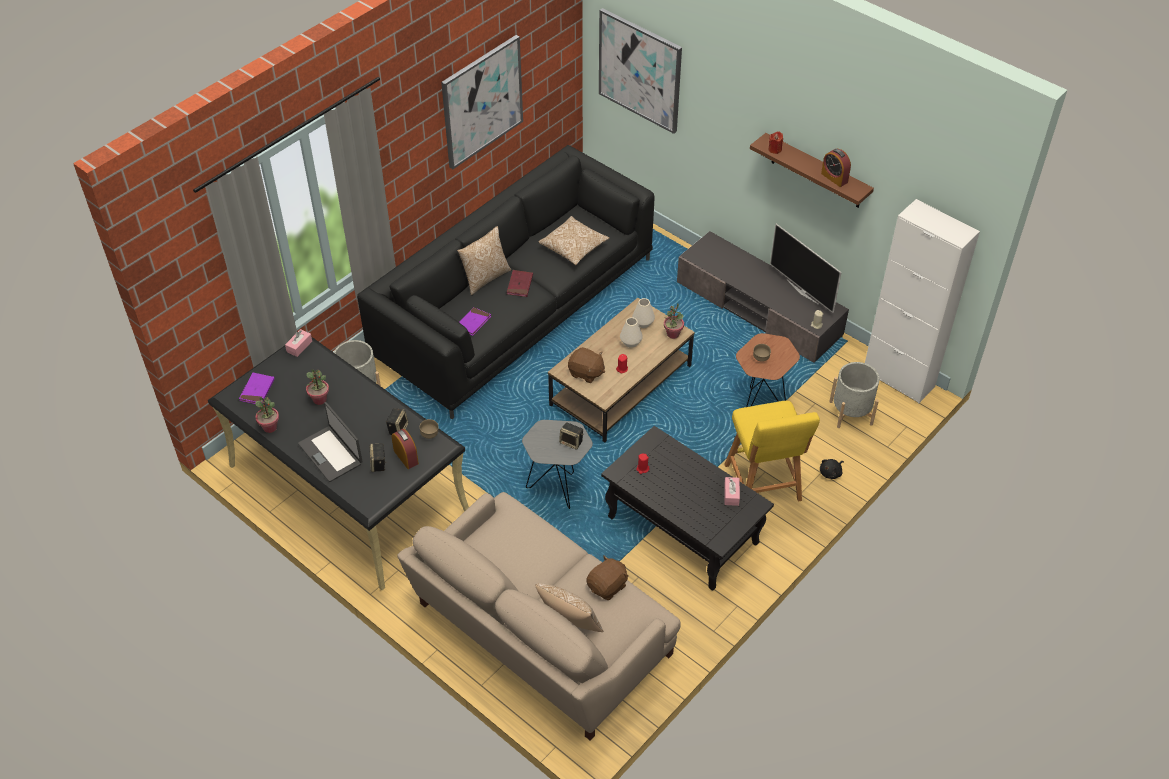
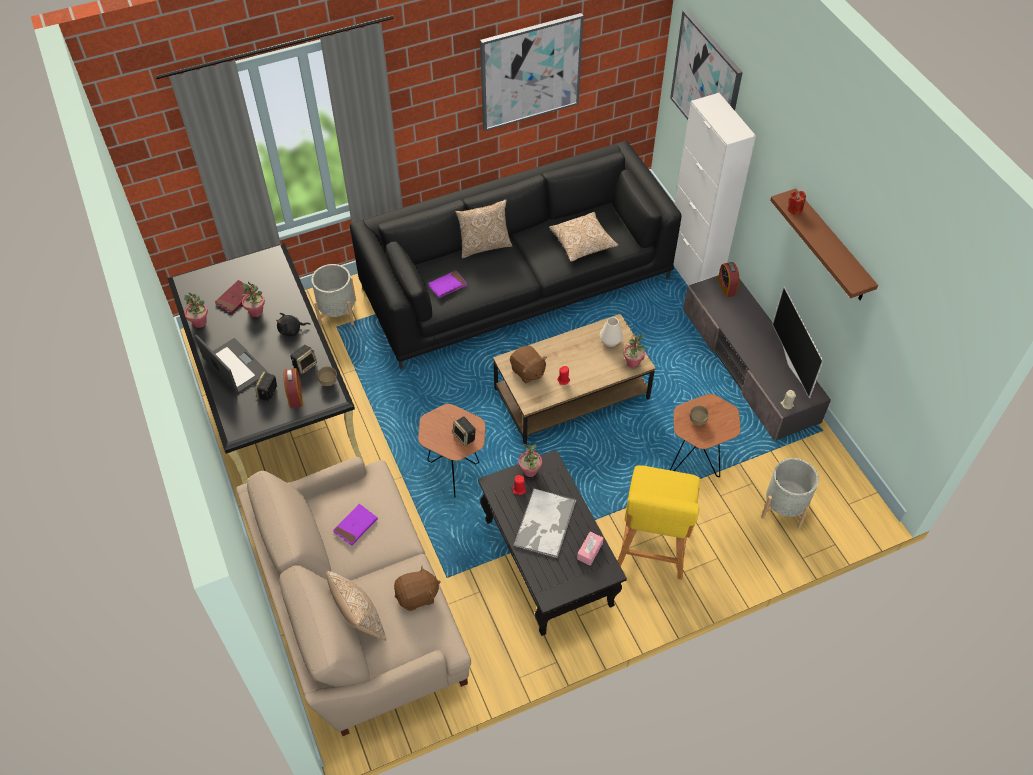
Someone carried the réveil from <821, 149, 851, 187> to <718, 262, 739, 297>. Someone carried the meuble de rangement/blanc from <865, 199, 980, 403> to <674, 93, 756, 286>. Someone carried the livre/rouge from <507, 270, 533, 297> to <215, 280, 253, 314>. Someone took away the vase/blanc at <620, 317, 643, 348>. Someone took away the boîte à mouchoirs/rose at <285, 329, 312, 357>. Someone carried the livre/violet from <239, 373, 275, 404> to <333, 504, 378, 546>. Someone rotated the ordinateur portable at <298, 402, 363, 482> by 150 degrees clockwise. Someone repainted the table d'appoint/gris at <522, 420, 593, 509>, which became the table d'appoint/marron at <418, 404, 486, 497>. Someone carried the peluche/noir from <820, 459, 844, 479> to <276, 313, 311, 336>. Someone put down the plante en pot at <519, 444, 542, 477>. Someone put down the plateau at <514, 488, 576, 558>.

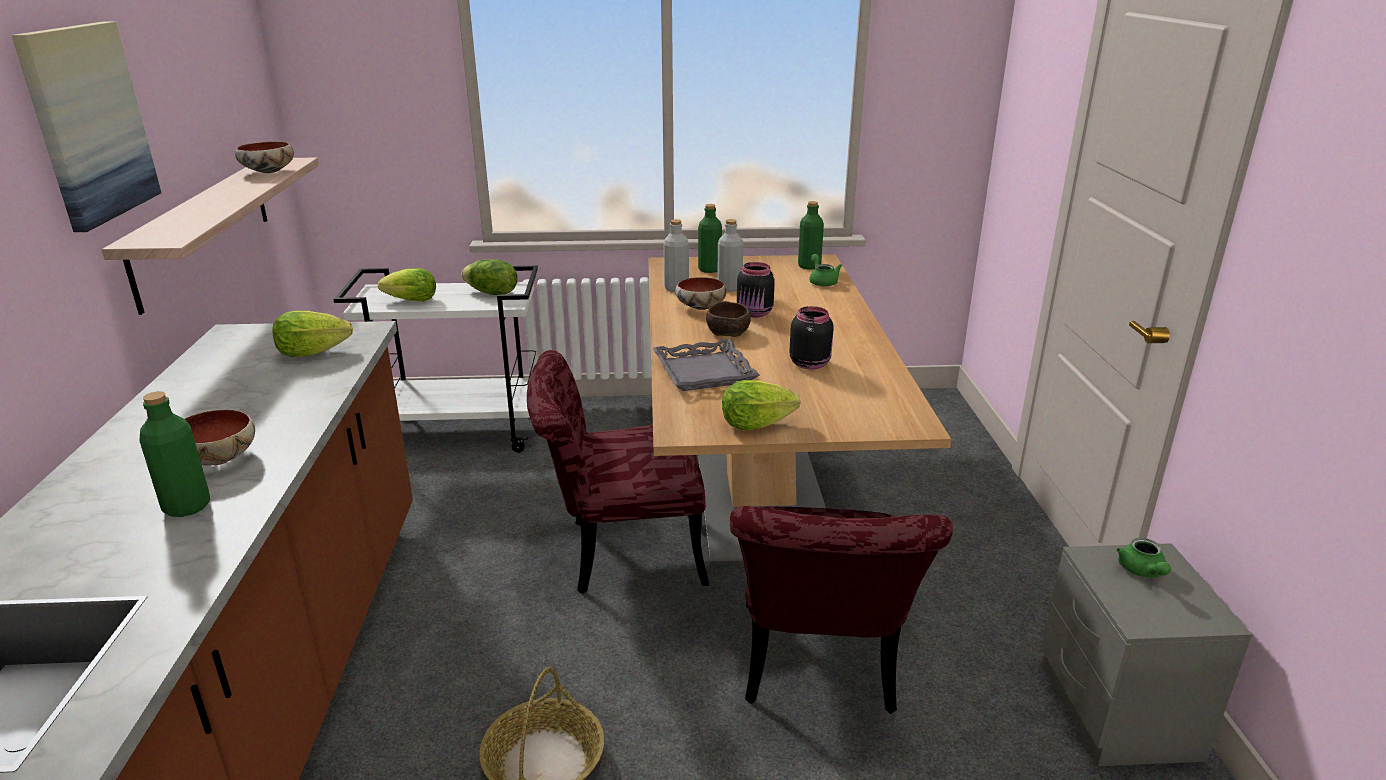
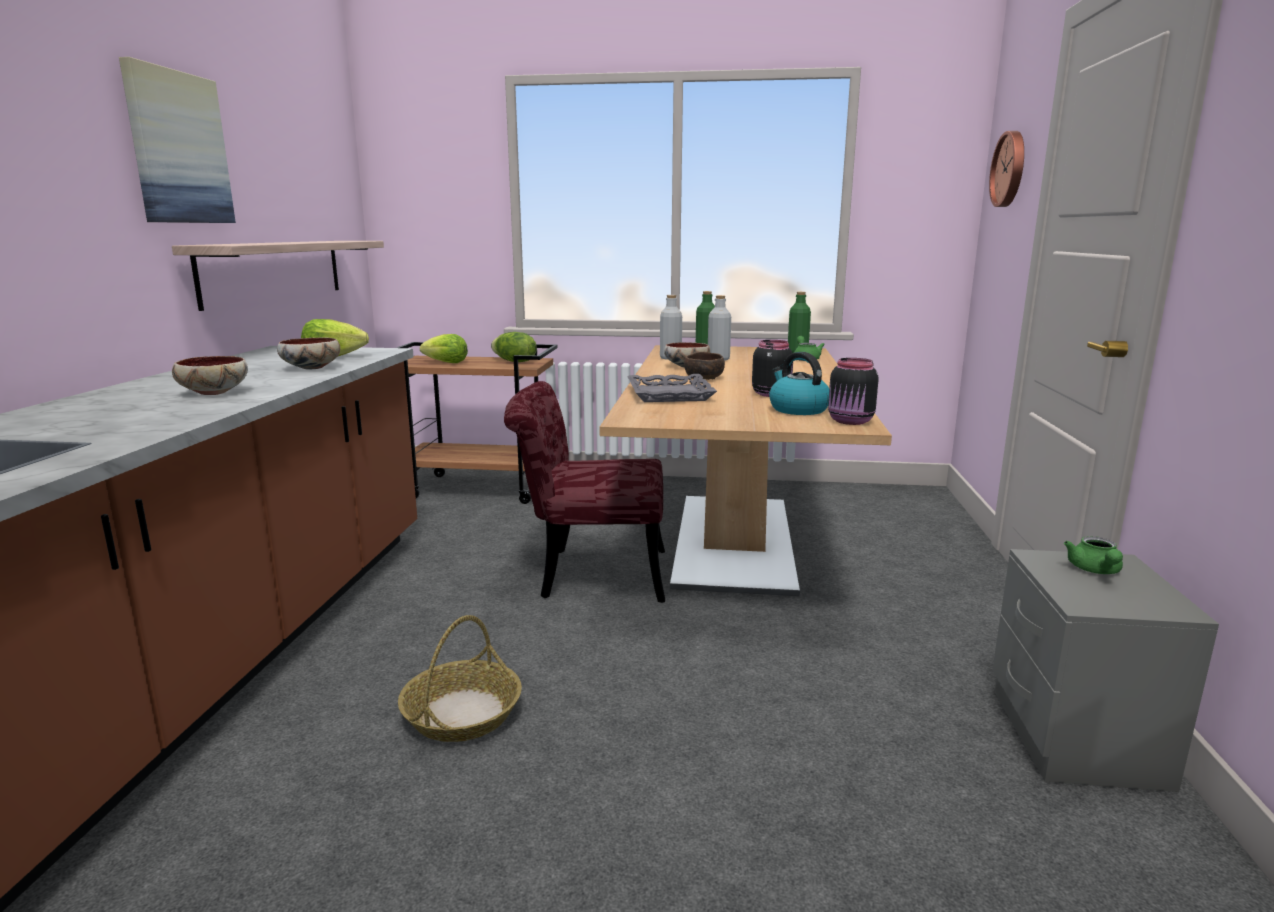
Someone carried the bol from <235, 141, 294, 173> to <277, 337, 340, 370>. Someone carried the bocal/noir from <737, 262, 775, 318> to <828, 358, 879, 425>. Someone repainted the chariot/blanc at <333, 266, 538, 453>, which became the chariot/marron at <397, 342, 558, 504>. Someone took away the laitue at <722, 380, 800, 430>. Someone took away the bouteille/vert at <140, 391, 210, 517>. Someone took away the chaise/rouge at <730, 506, 953, 714>. Someone put up the horloge murale at <989, 131, 1024, 207>. Someone put down the bouilloire at <769, 352, 829, 415>.

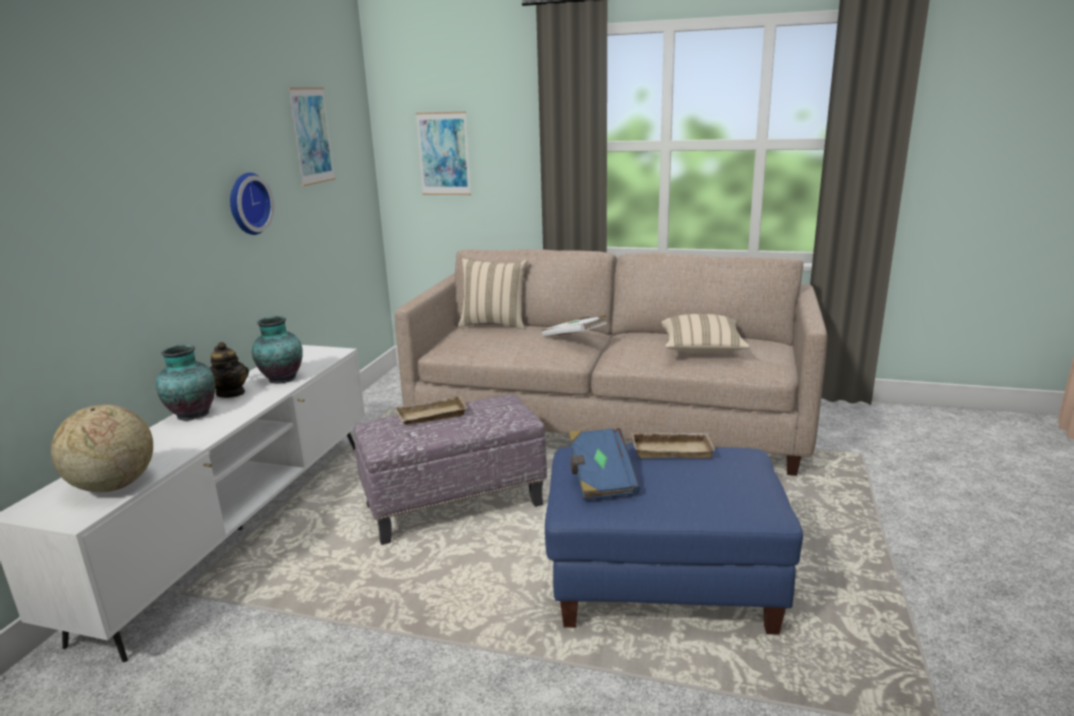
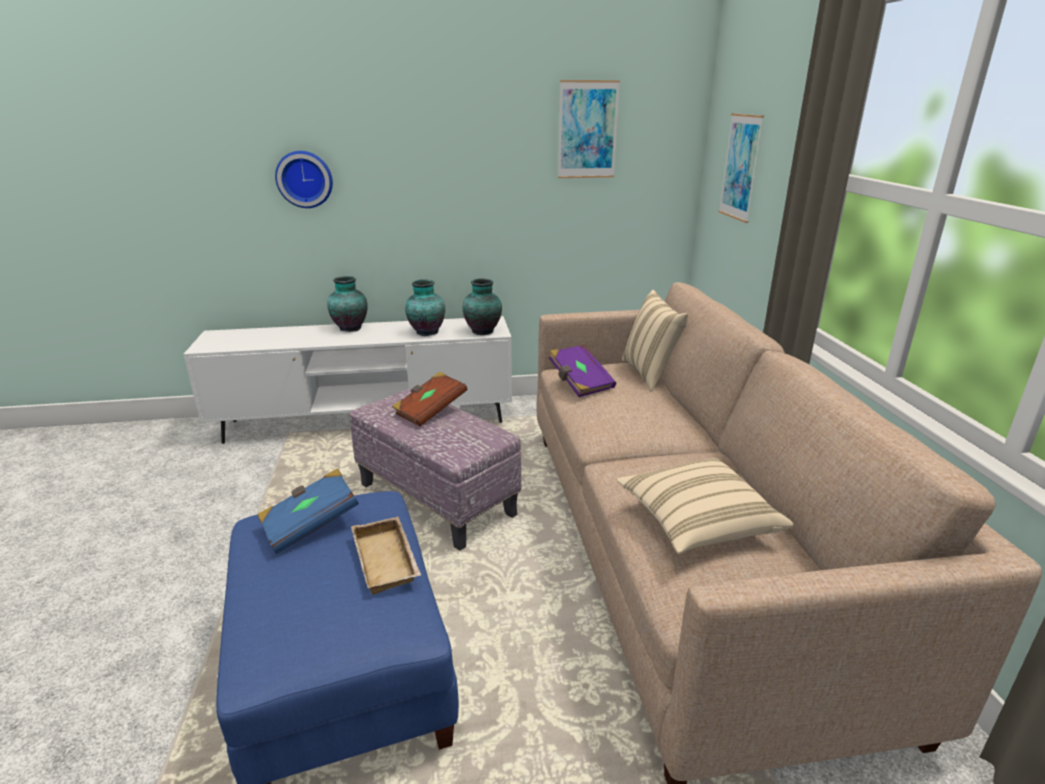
Someone carried the horloge murale from <230, 173, 274, 235> to <275, 151, 333, 208>. Someone took away the livre/blanc at <542, 315, 607, 337>. Someone took away the théière at <210, 342, 249, 398>. Someone swapped the plateau/beige at <395, 394, 468, 425> for the livre/marron at <392, 372, 468, 426>. Someone took away the globe at <51, 404, 153, 492>. Someone put down the vase at <463, 278, 502, 335>. Someone put down the livre/violet at <549, 345, 616, 397>.

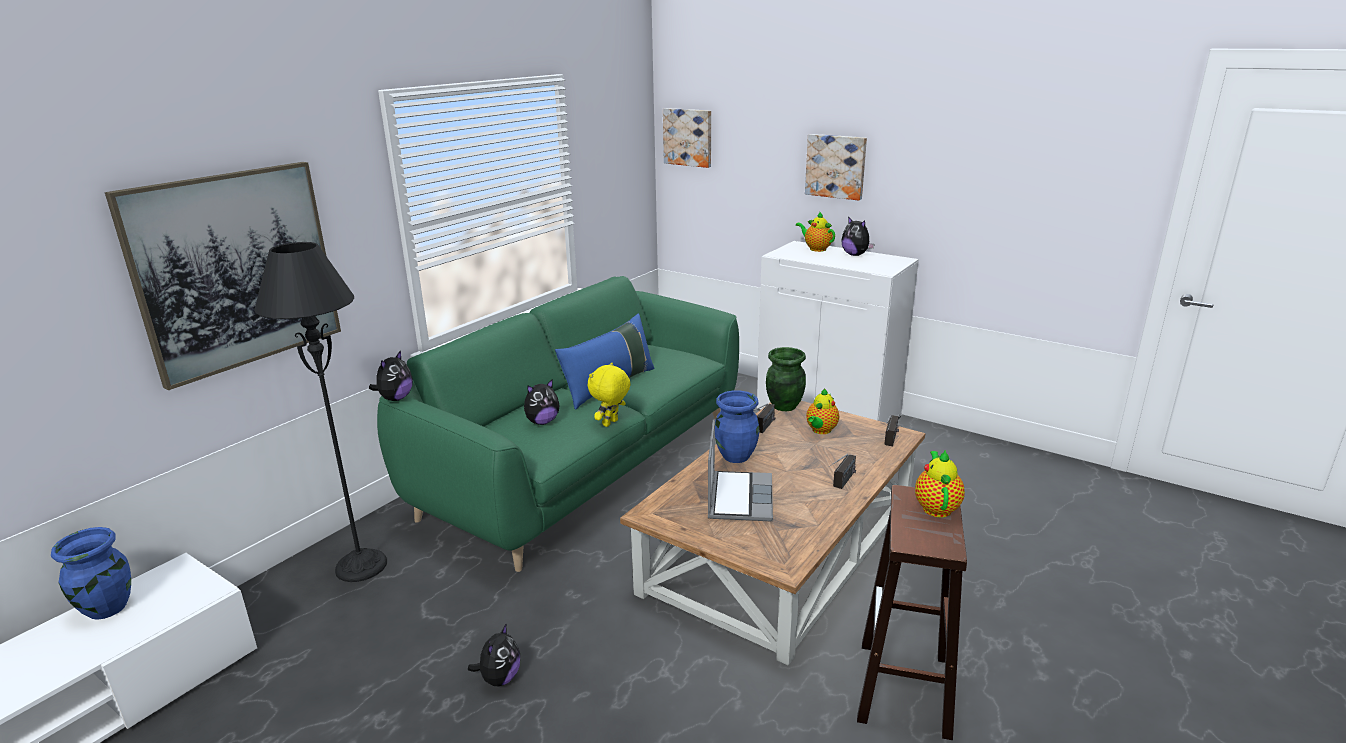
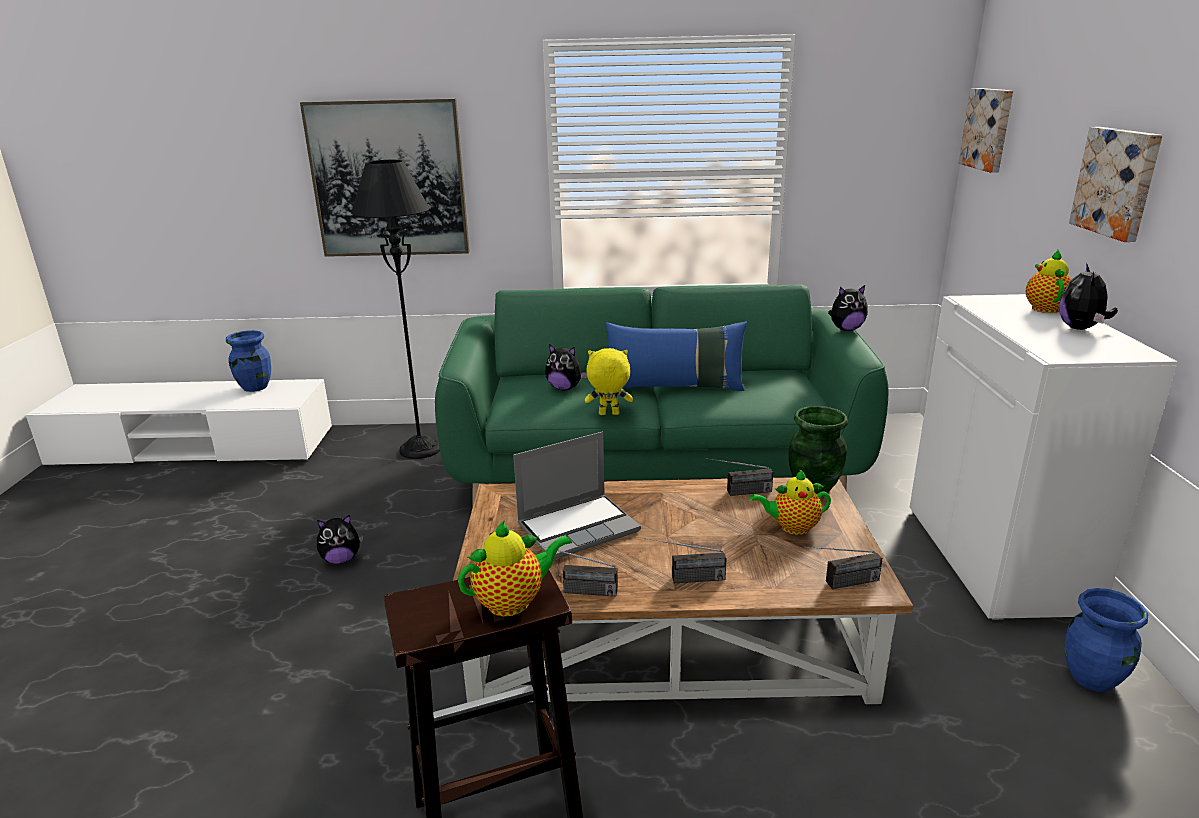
Someone carried the peluche from <369, 350, 413, 401> to <828, 284, 868, 331>. Someone carried the vase/bleu from <715, 391, 759, 463> to <1064, 588, 1148, 692>. Someone put down the radio at <535, 544, 618, 596>.

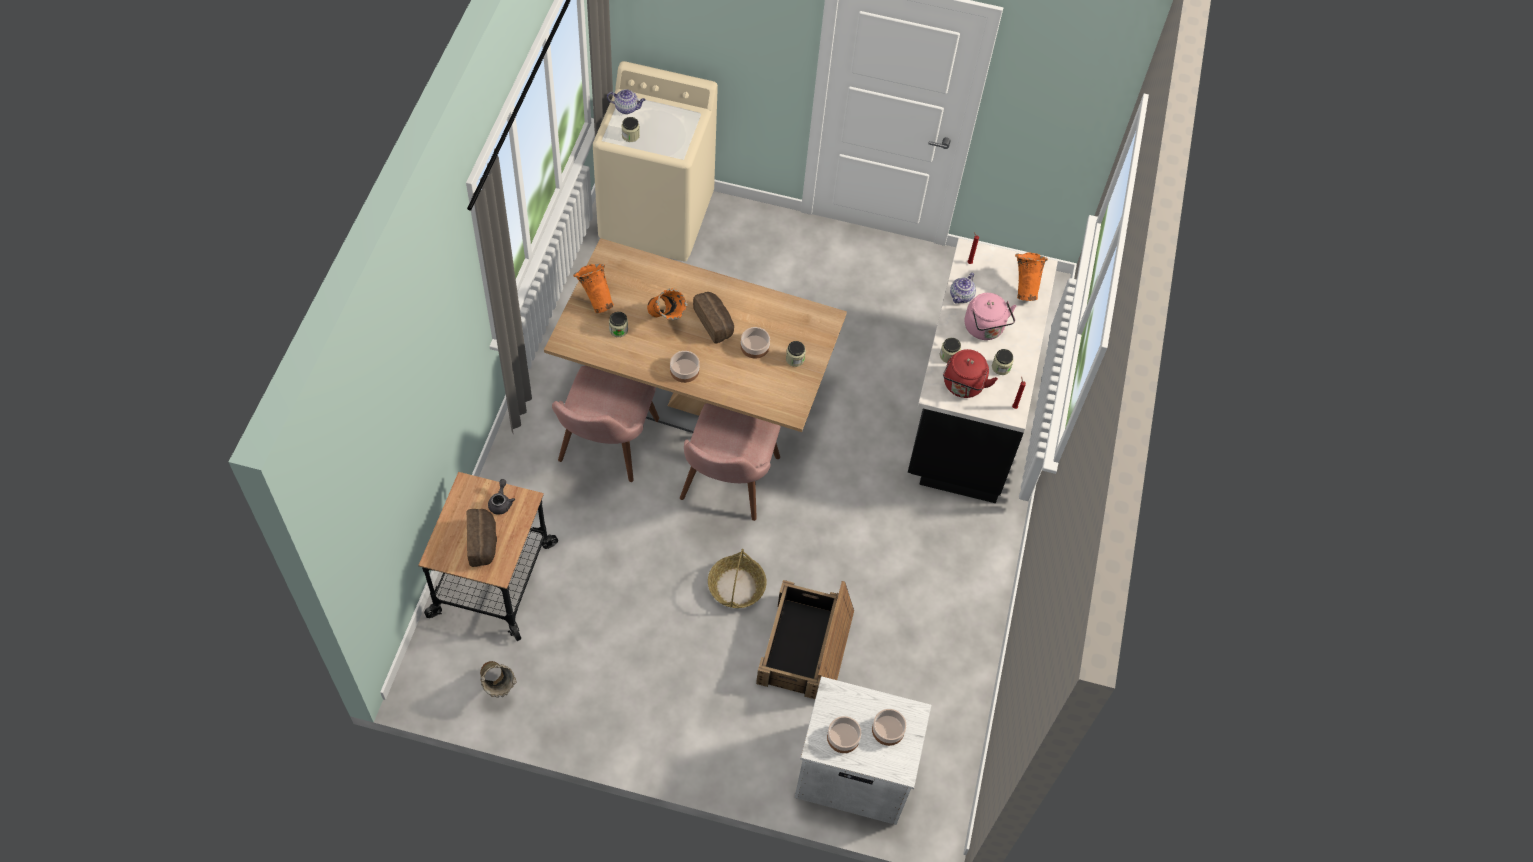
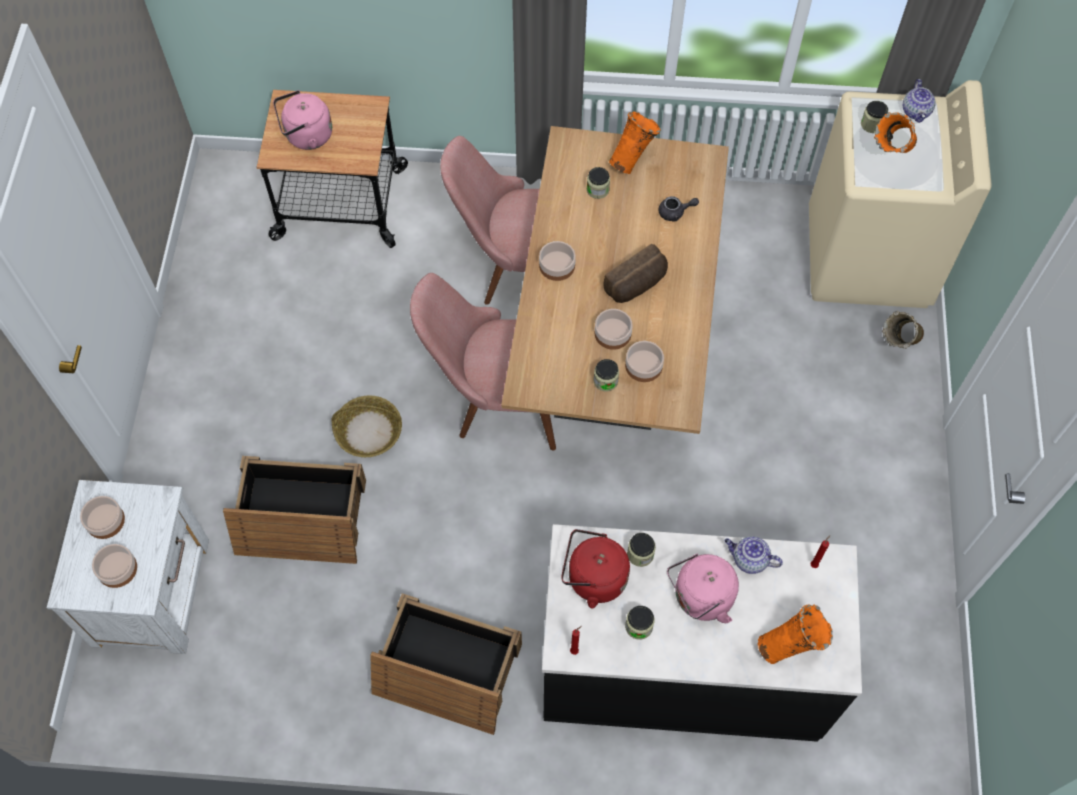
Someone carried the vase/orange from <647, 288, 688, 320> to <874, 112, 917, 153>. Someone carried the théière/gris from <488, 479, 515, 515> to <658, 196, 699, 222>. Someone swapped the pain at <467, 509, 497, 567> for the bouilloire/rose at <273, 90, 332, 150>. Someone carried the vase/beige from <480, 661, 516, 698> to <882, 311, 924, 349>. Someone put down the bol at <625, 341, 664, 382>. Someone put down the caisse at <370, 593, 522, 735>.

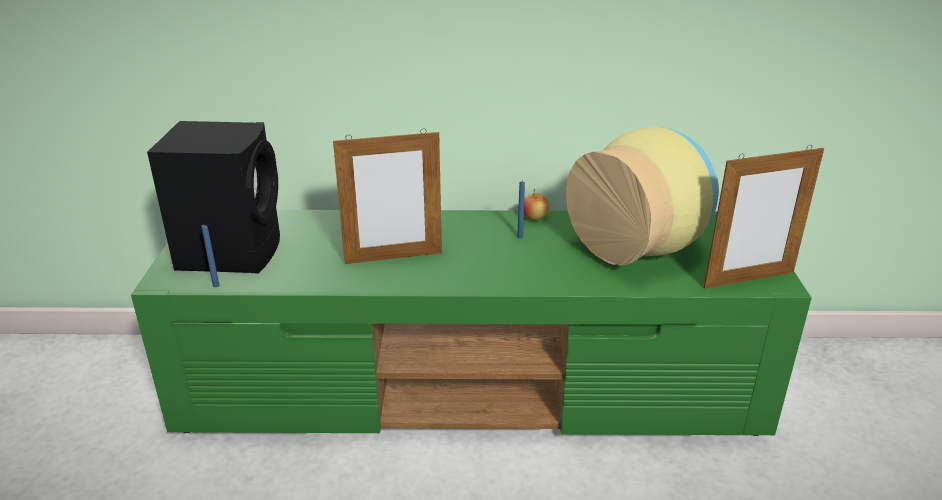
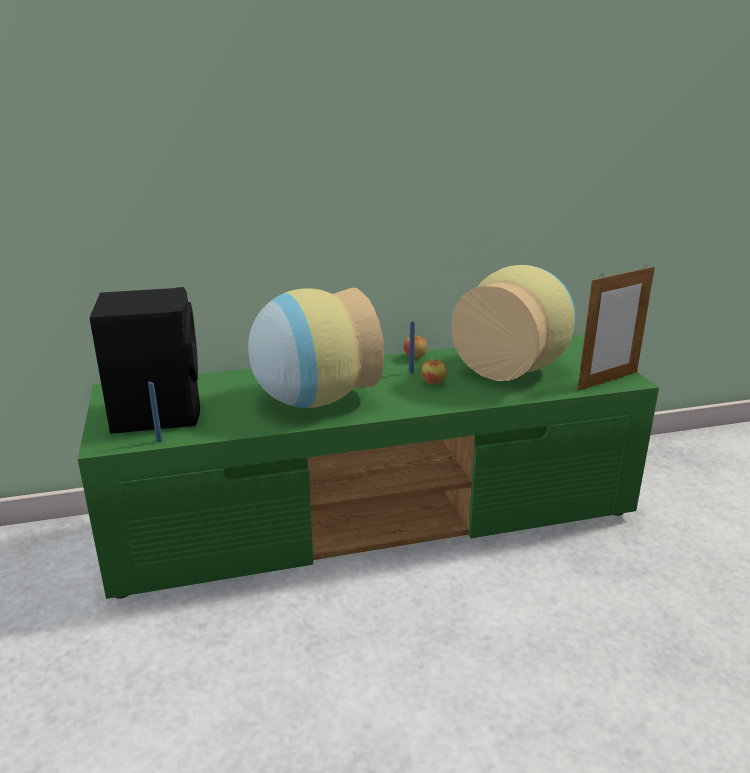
Someone swapped the cadre photo at <333, 128, 442, 264> for the vase at <248, 288, 384, 408>. Someone put down the pomme at <421, 358, 447, 385>.

